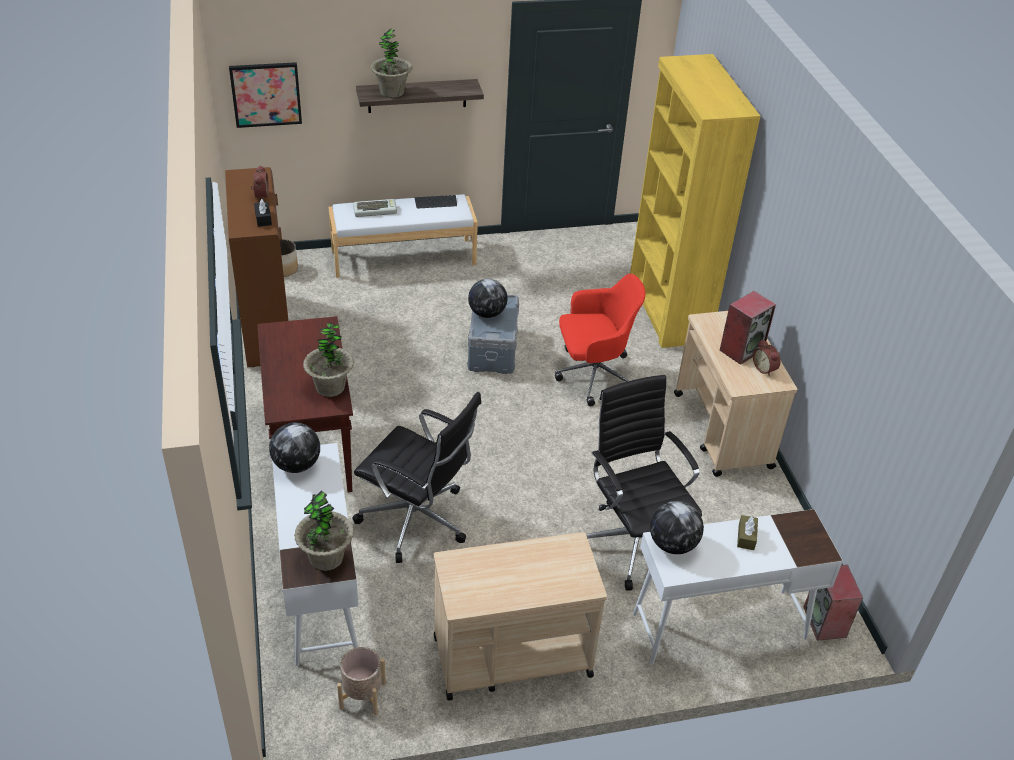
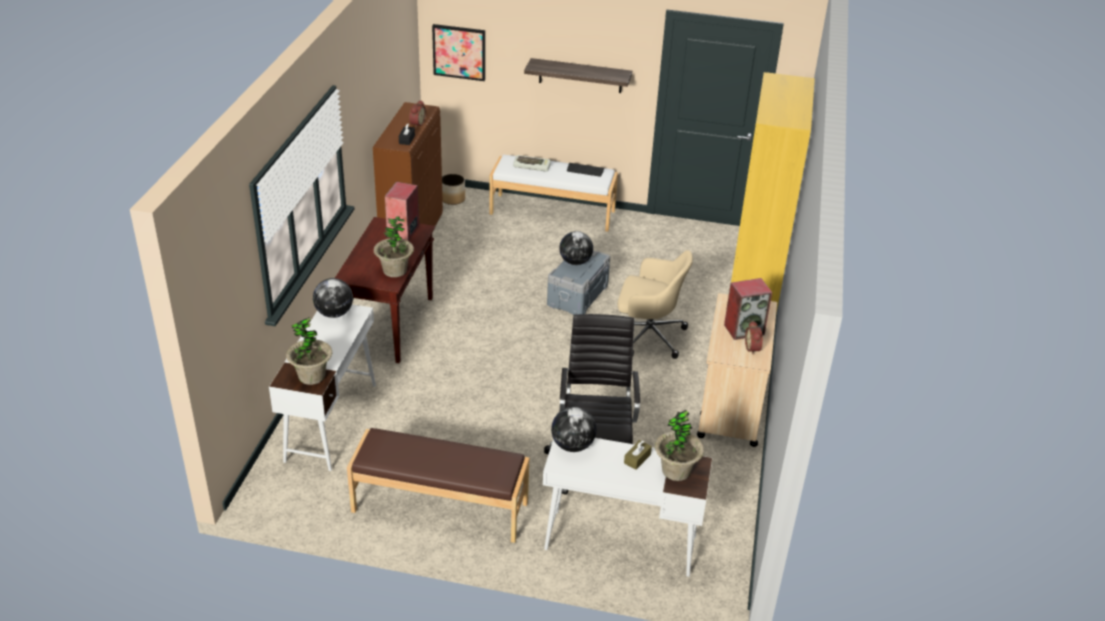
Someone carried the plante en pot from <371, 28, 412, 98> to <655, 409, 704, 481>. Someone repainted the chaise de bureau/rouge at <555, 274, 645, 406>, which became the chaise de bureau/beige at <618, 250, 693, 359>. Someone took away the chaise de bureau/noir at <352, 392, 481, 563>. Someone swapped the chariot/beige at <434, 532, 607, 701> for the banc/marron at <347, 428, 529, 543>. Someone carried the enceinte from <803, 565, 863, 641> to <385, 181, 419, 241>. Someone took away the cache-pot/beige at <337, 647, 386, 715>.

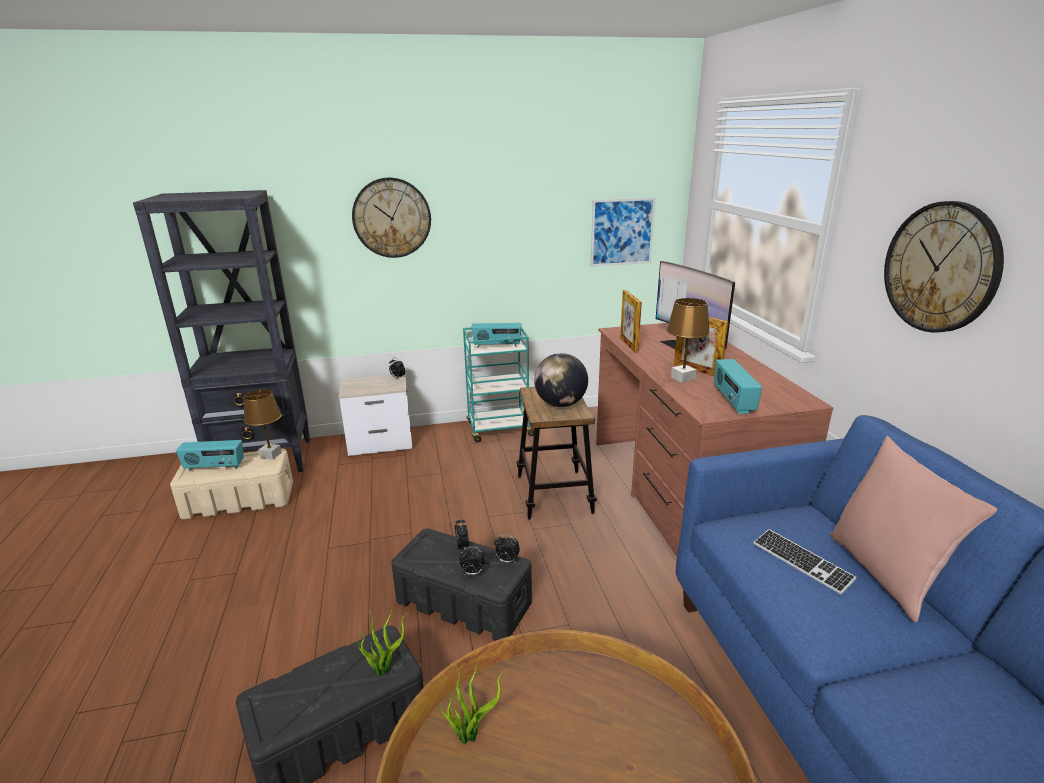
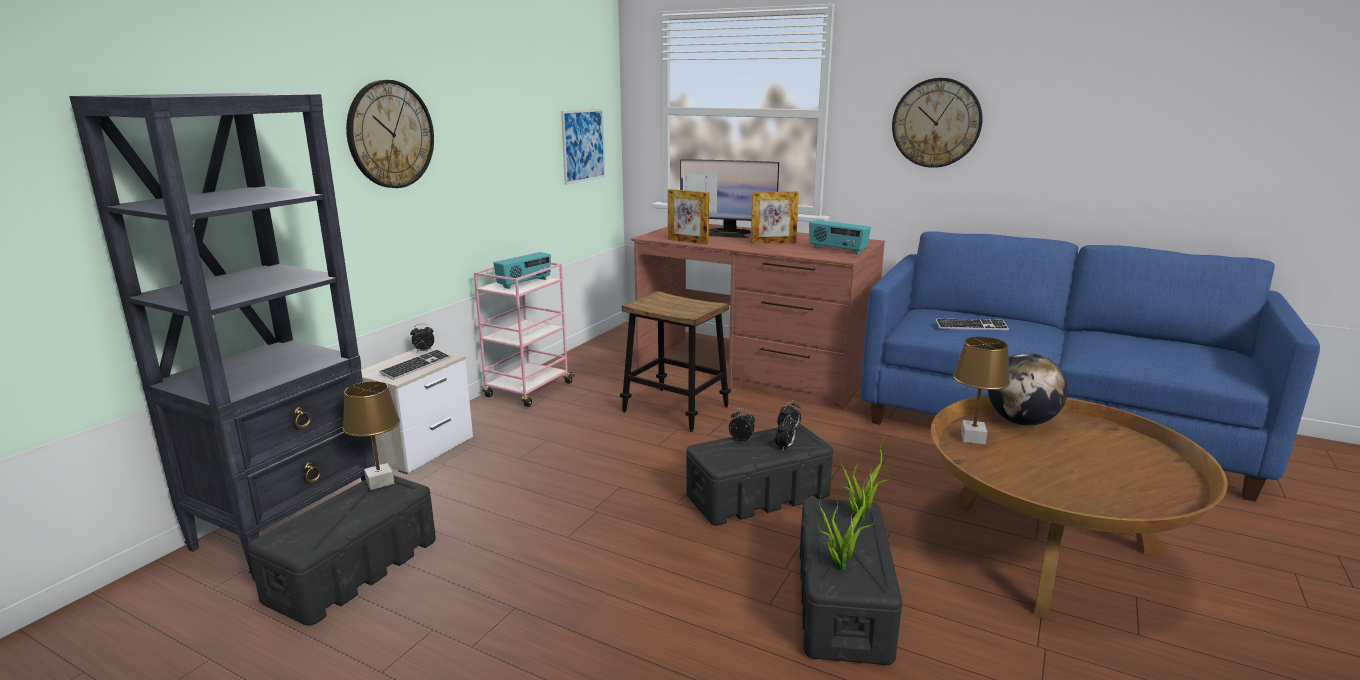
Someone carried the lampe de table/marron from <667, 298, 710, 383> to <953, 337, 1010, 444>. Someone repainted the chariot/turquoise at <463, 327, 534, 442>, which became the chariot/rose at <474, 262, 575, 407>. Someone carried the globe from <534, 353, 588, 407> to <988, 353, 1068, 426>. Someone took away the coussin/rose at <830, 436, 997, 622>. Someone took away the radio at <176, 440, 244, 471>. Someone repainted the boîte de rangement/beige at <170, 449, 293, 520>, which became the boîte de rangement/noir at <248, 475, 436, 626>. Someone carried the plante en pot from <440, 657, 508, 744> to <819, 472, 875, 569>. Someone put down the clavier at <379, 349, 451, 380>.

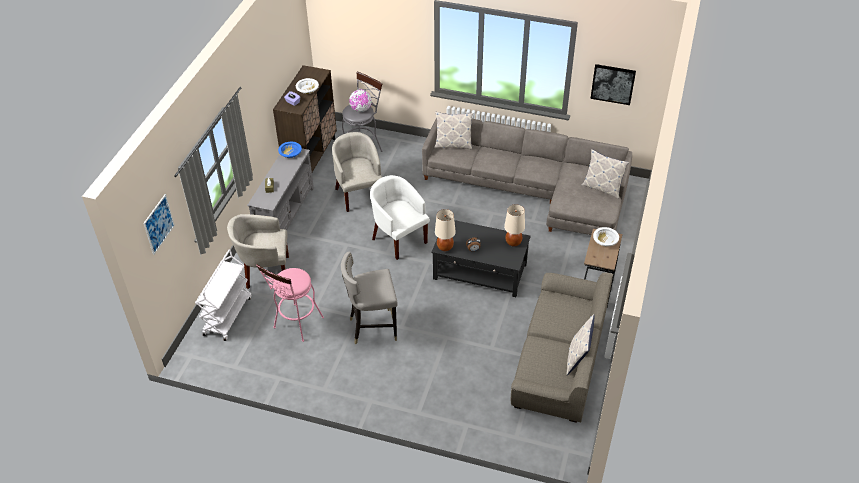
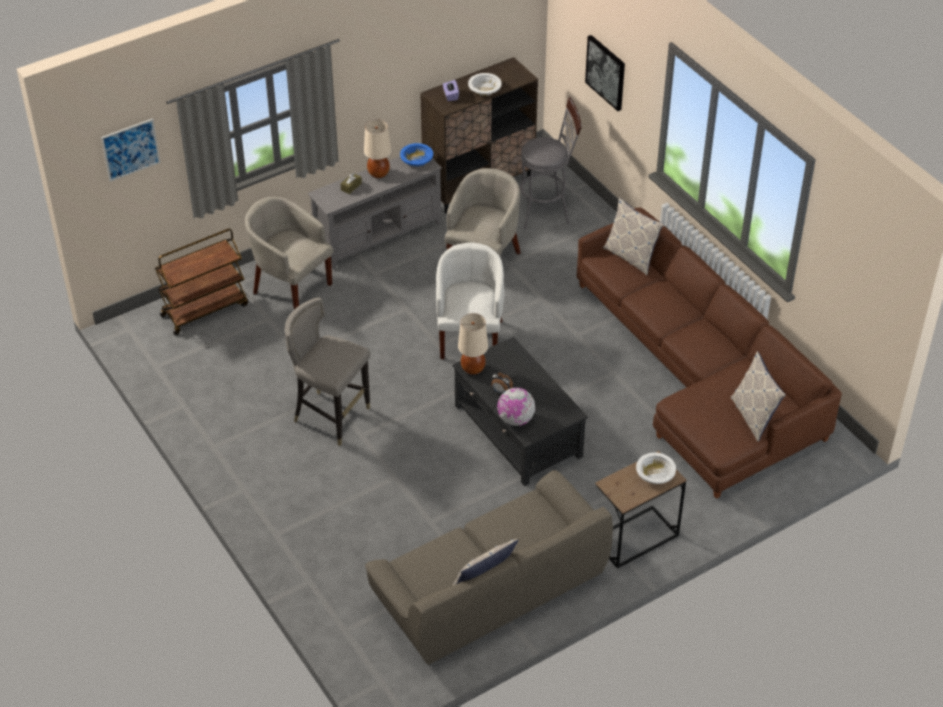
Someone carried the tableau from <590, 64, 636, 105> to <585, 35, 625, 111>. Someone carried the globe from <349, 89, 372, 112> to <497, 388, 535, 426>. Someone repainted the canapé/gris at <422, 119, 632, 235>, which became the canapé/marron at <577, 208, 842, 499>. Someone carried the lampe de table/beige from <504, 204, 525, 247> to <364, 119, 391, 178>. Someone repainted the chariot/blanc at <195, 250, 251, 341>, which became the chariot/marron at <155, 228, 248, 335>. Someone took away the tabouret/rose at <256, 264, 324, 342>.

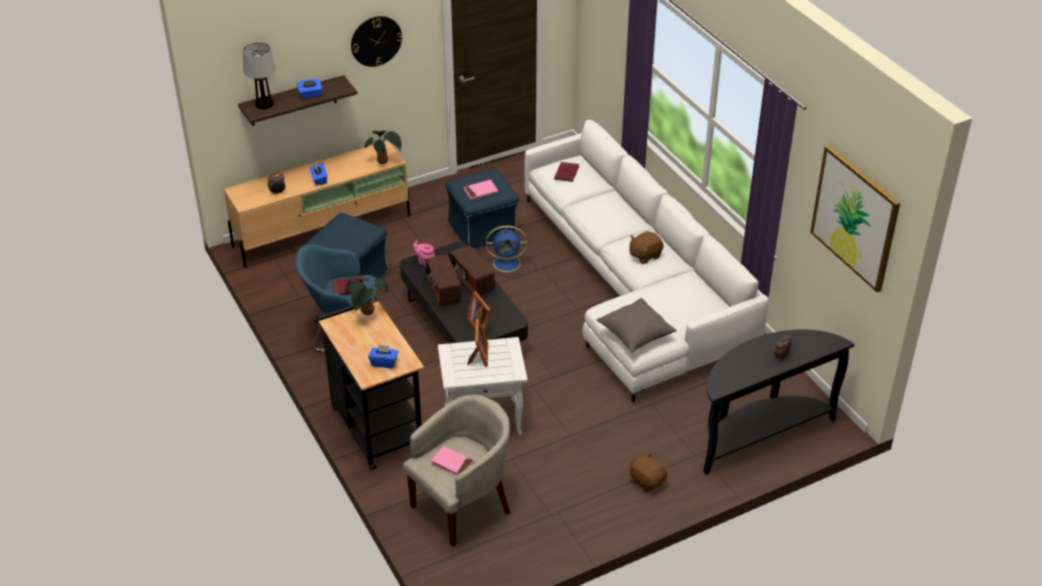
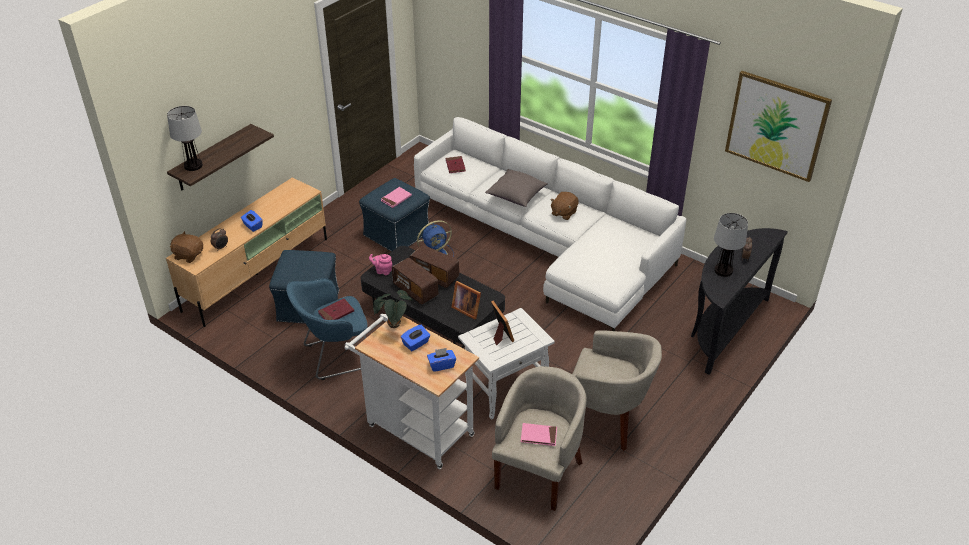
Someone took away the horloge murale at <351, 16, 402, 67>. Someone carried the boîte à mouchoirs/bleu from <297, 79, 322, 99> to <401, 325, 430, 351>. Someone took away the plante en pot at <365, 130, 402, 164>. Someone carried the coussin/gris from <596, 298, 677, 353> to <485, 169, 547, 207>. Someone repainted the chariot/noir at <313, 301, 424, 471>, which became the chariot/blanc at <344, 314, 479, 469>. Someone carried the peluche/marron from <629, 452, 667, 493> to <170, 231, 203, 263>. Someone put down the lampe de table at <714, 213, 748, 277>. Someone put down the fauteuil/beige at <572, 330, 662, 451>.

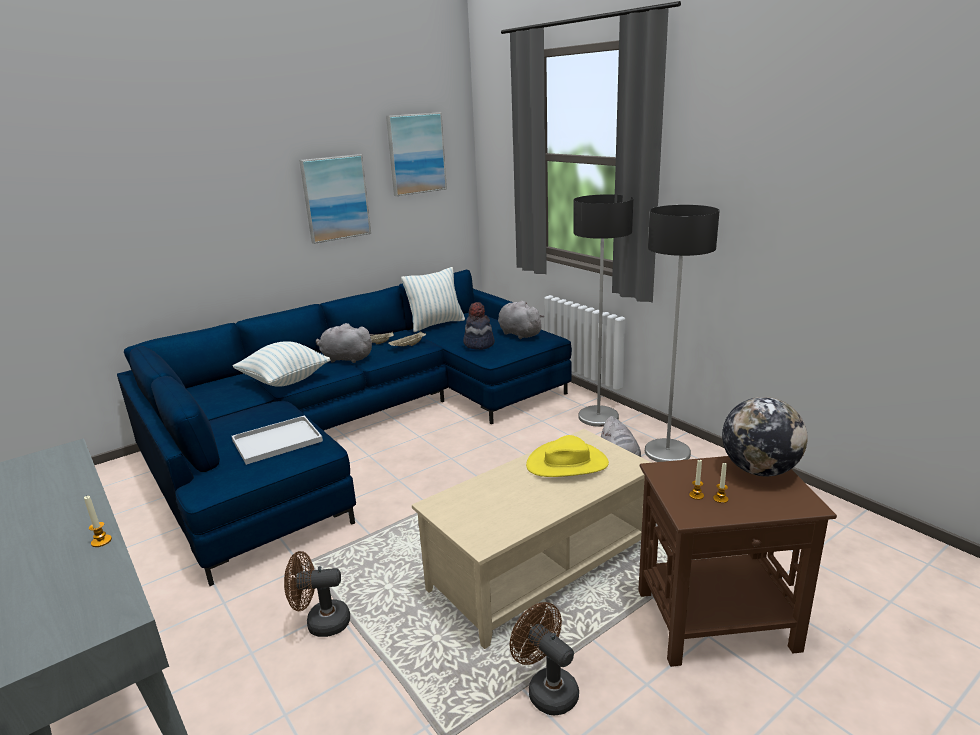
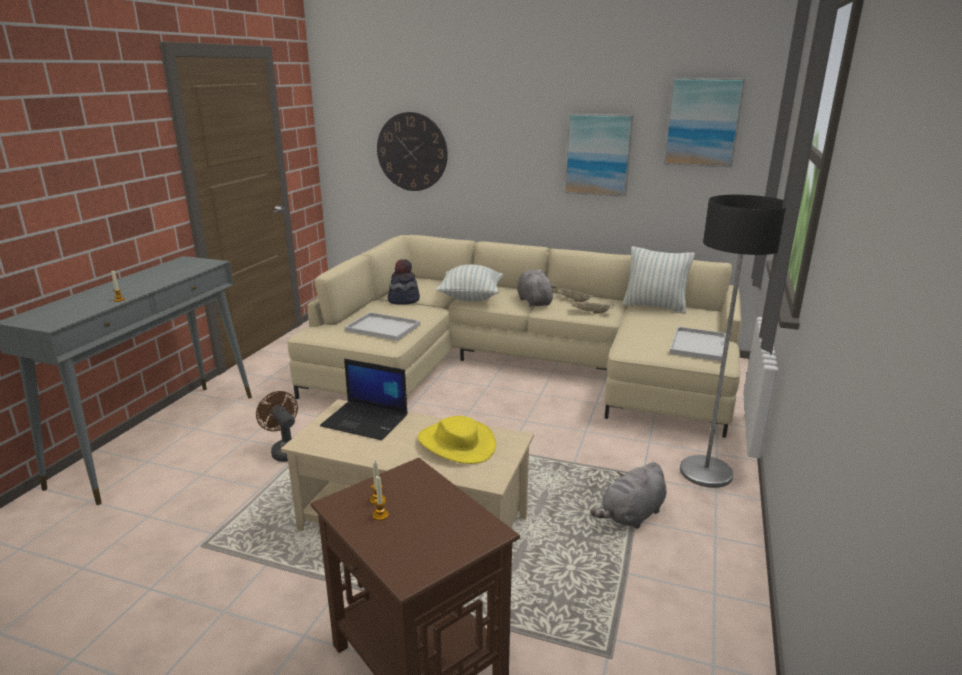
Someone took away the lampadaire at <645, 205, 720, 462>. Someone repainted the canapé/bleu at <117, 270, 572, 586>, which became the canapé/beige at <288, 235, 742, 438>. Someone swapped the peluche/gris at <498, 301, 544, 339> for the plateau/blanc at <670, 327, 726, 362>. Someone carried the chapeau from <463, 302, 495, 350> to <388, 259, 420, 305>. Someone took away the globe at <722, 397, 808, 476>. Someone took away the ventilateur/marron at <510, 602, 579, 715>. Someone put up the horloge murale at <377, 112, 448, 191>. Someone put down the ordinateur portable at <320, 359, 407, 440>.

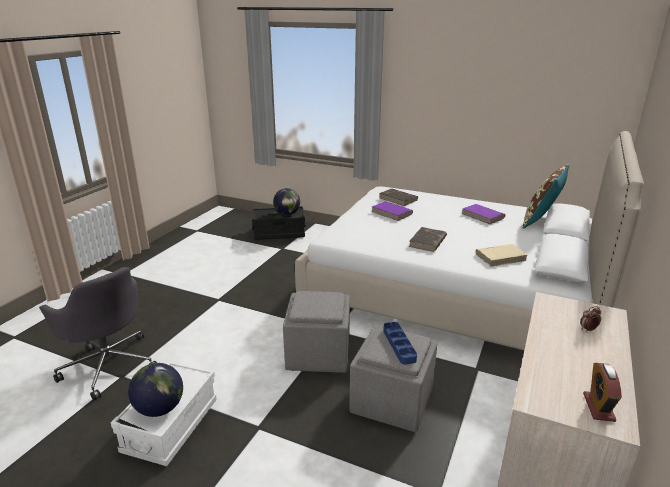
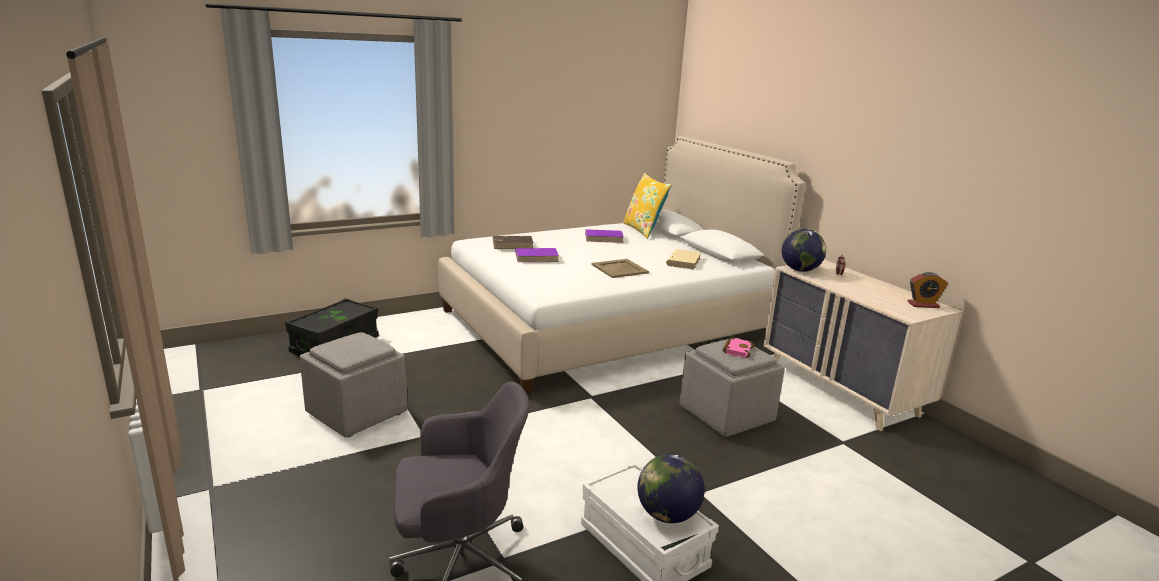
Someone repainted the coussin/marron at <522, 164, 569, 228>, which became the coussin/jaune at <623, 173, 671, 239>. Someone carried the globe from <273, 188, 300, 215> to <782, 229, 826, 272>. Someone swapped the livre/marron at <409, 227, 447, 252> for the plateau/beige at <592, 259, 649, 278>. Someone carried the pouf/gris from <283, 291, 350, 373> to <300, 332, 408, 437>. Someone swapped the plateau/bleu at <383, 322, 417, 365> for the livre/rose at <723, 337, 755, 358>. Someone rotated the réveil at <583, 363, 622, 422> by 45 degrees counterclockwise.

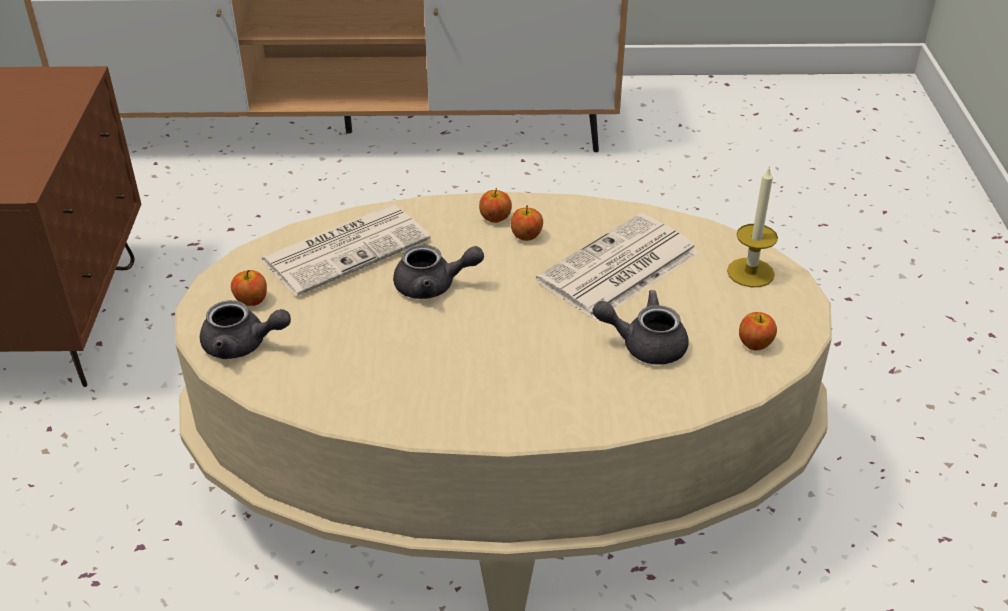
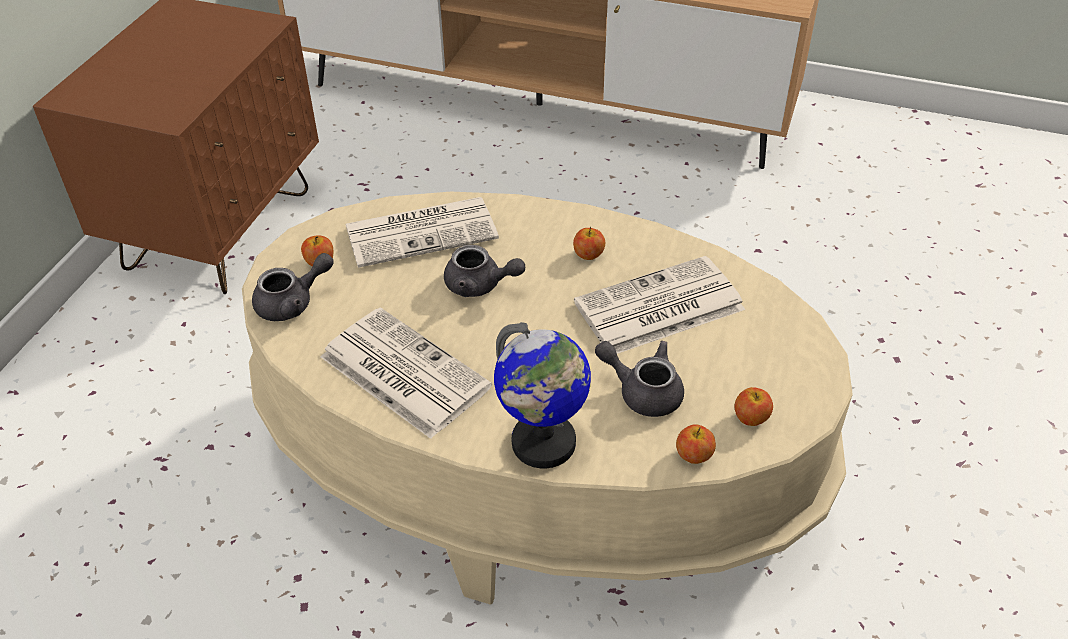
Someone took away the bougie at <727, 166, 778, 287>. Someone carried the pomme from <479, 188, 512, 223> to <676, 424, 716, 464>. Someone rotated the théière/gris at <200, 300, 291, 359> by 60 degrees counterclockwise. Someone put down the journal at <321, 307, 492, 439>. Someone put down the globe at <494, 322, 591, 468>.

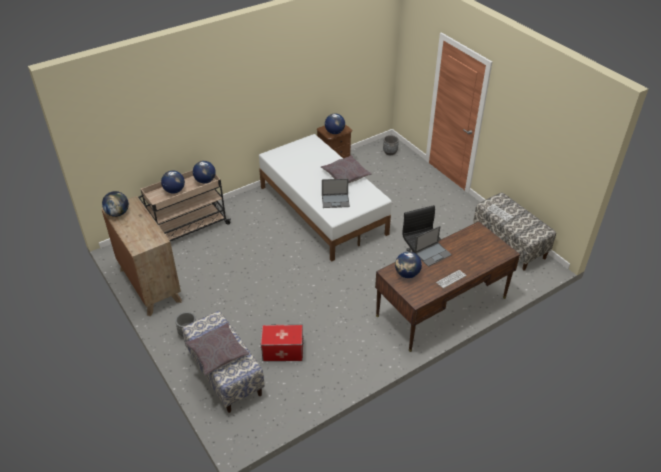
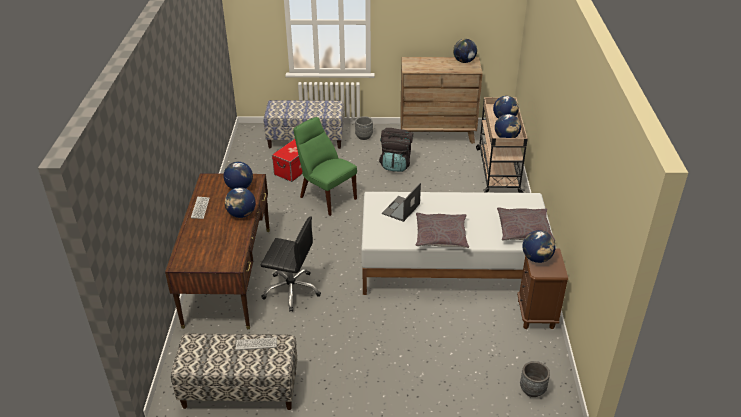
Someone swapped the ordinateur portable at <415, 226, 452, 267> for the globe at <225, 187, 256, 218>. Someone carried the coussin/gris from <185, 323, 249, 376> to <497, 207, 555, 241>. Someone put down the chaise/vert at <294, 117, 357, 216>. Someone put down the sac à dos/noir at <379, 128, 413, 172>.

